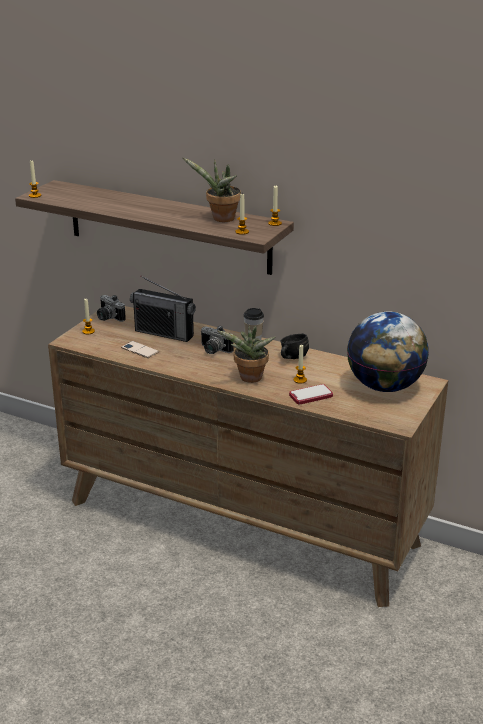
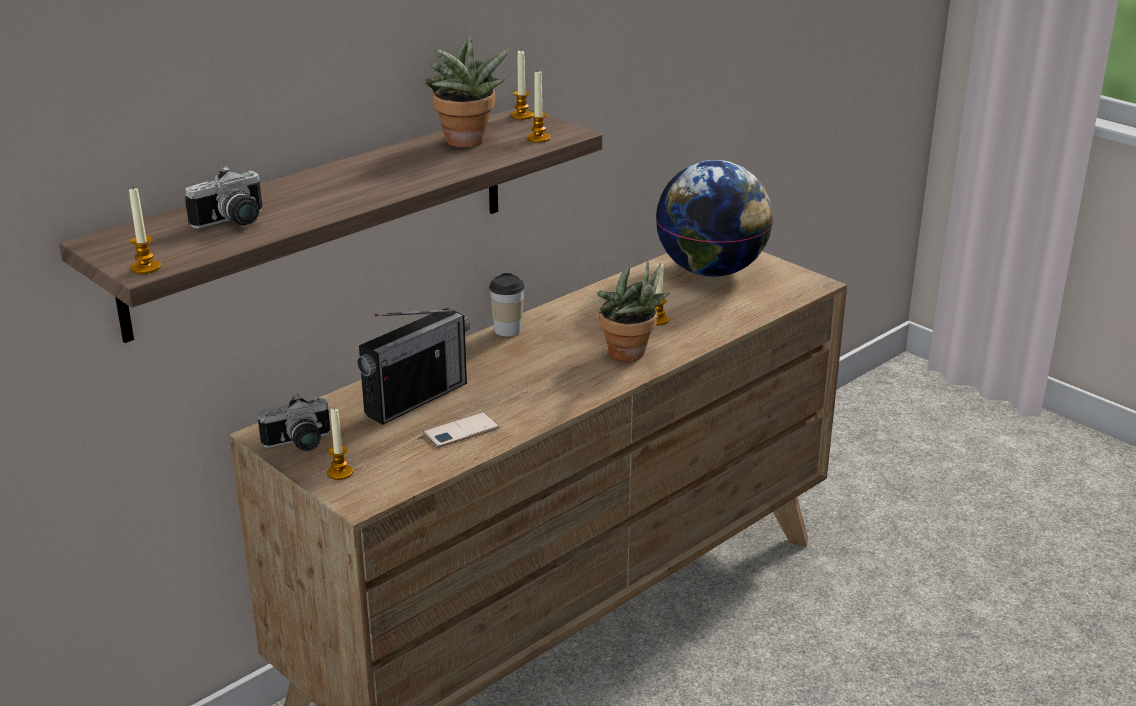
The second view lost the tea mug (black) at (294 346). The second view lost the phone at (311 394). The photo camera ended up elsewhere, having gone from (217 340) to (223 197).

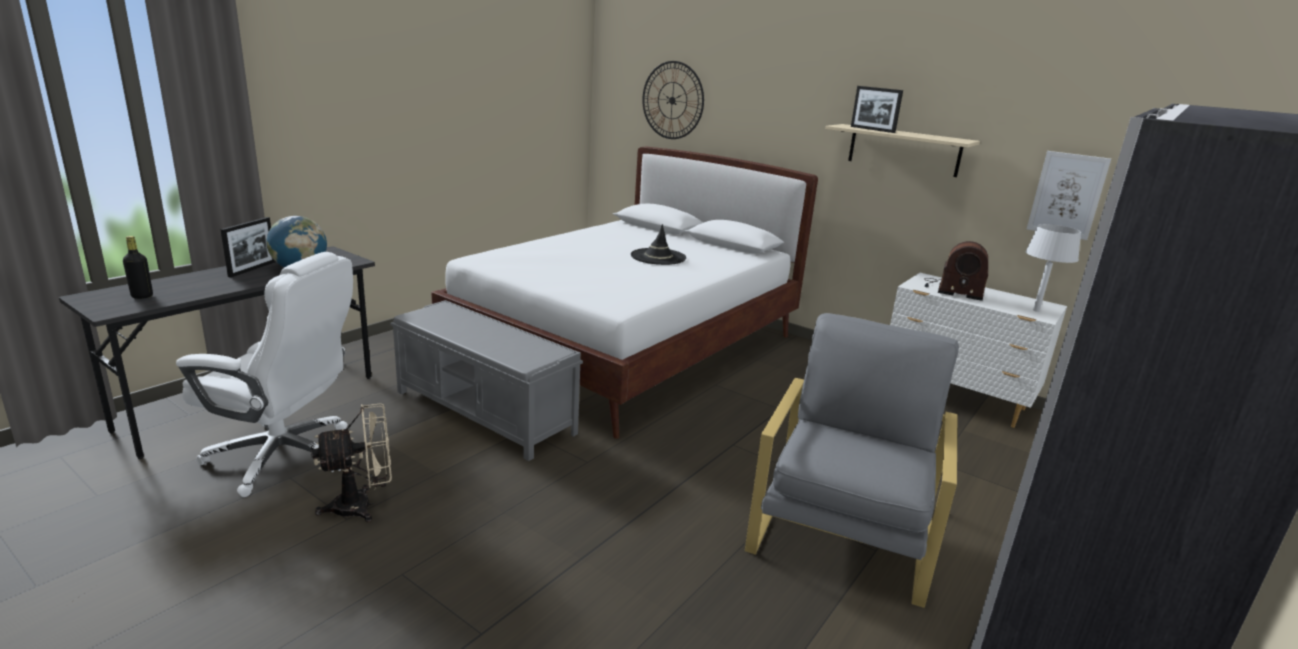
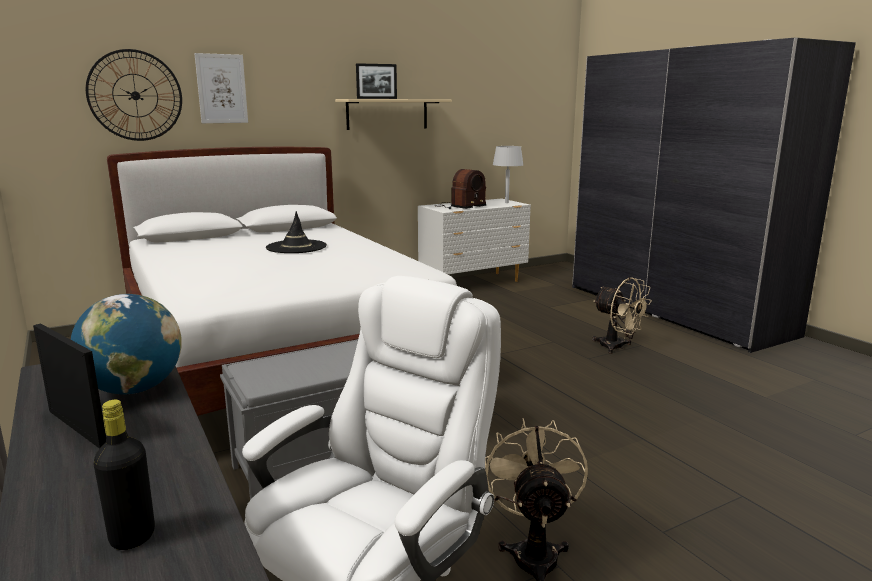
The wall picture ended up elsewhere, having gone from (1069 195) to (221 88). Where the lounge chair (greyish) stood at (852 460), the electric fan (beige-coloured) came to stand at (622 315).

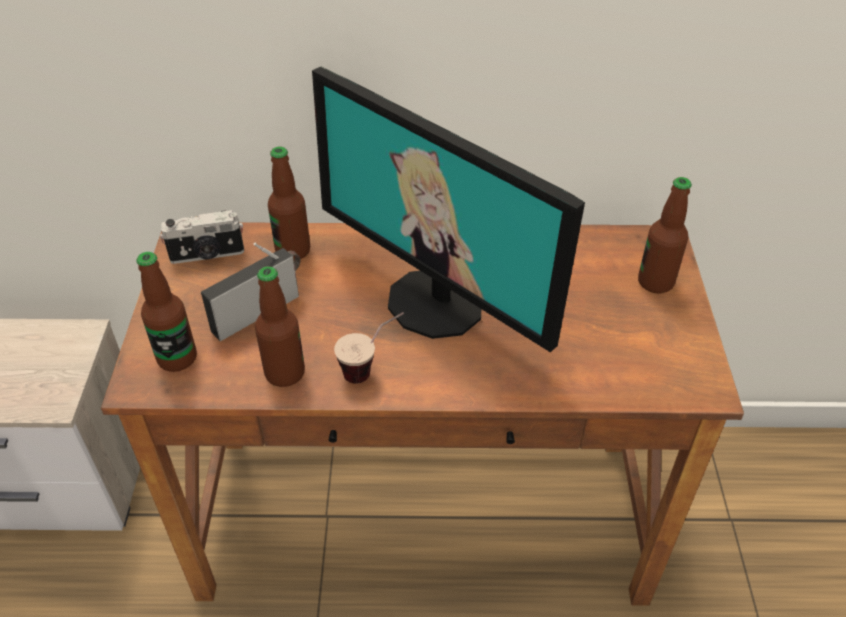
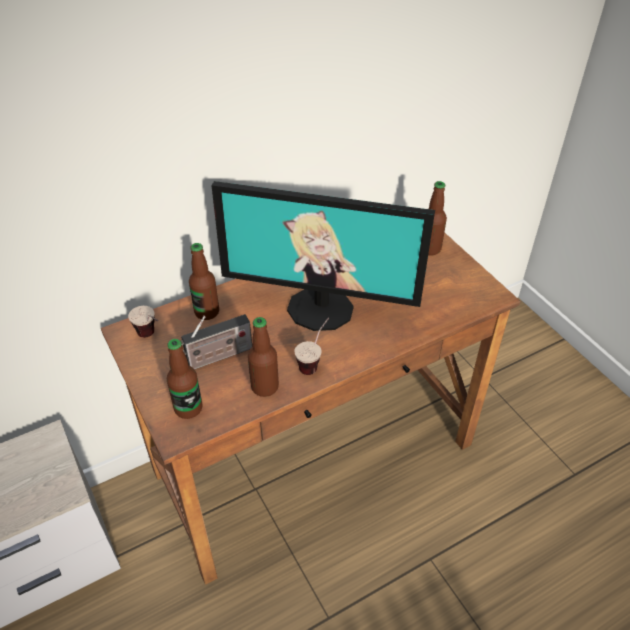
Where the photo camera stood at (202 237), the drinking cup came to stand at (143 322). The radio set at (250 292) ended up facing another way, 135 degrees counterclockwise from before.

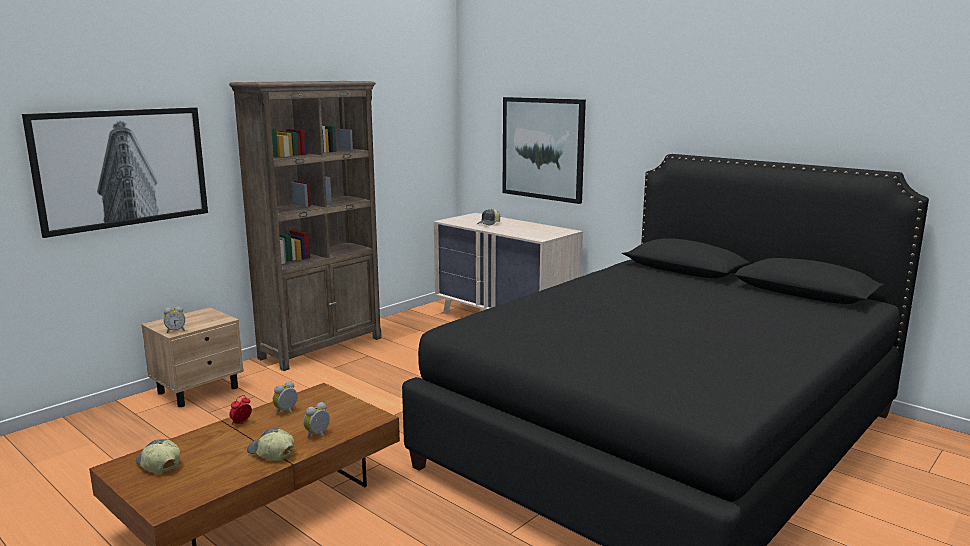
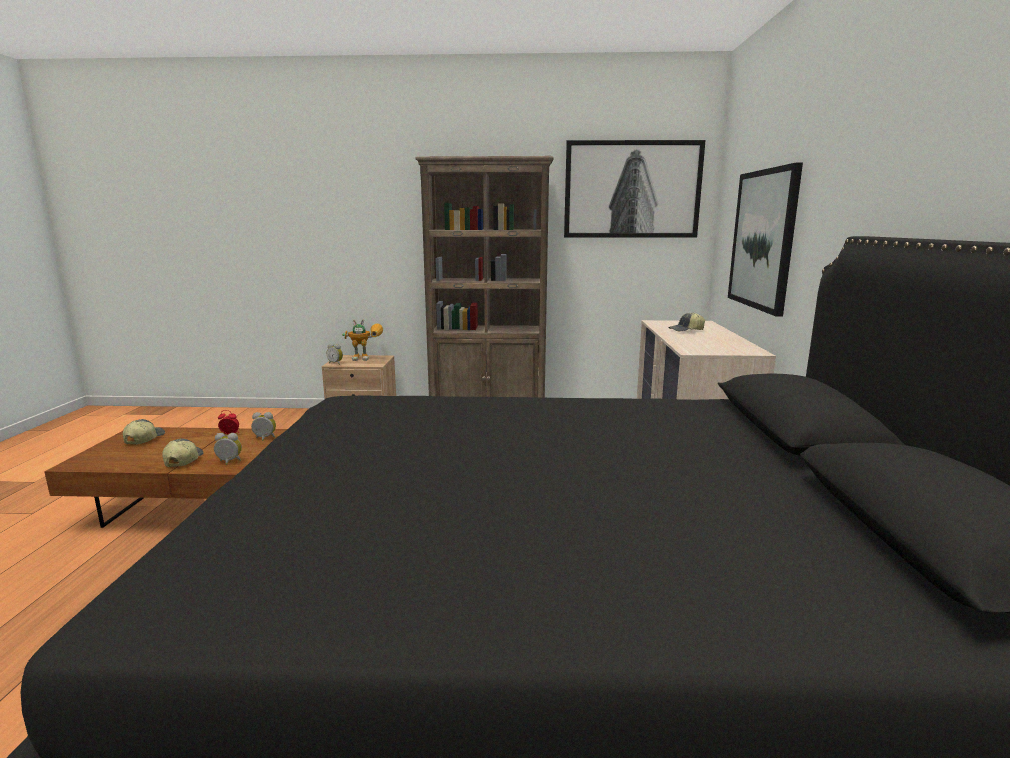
The second view gained the model robot at (362 340). The wall picture ended up elsewhere, having gone from (115 172) to (635 189).

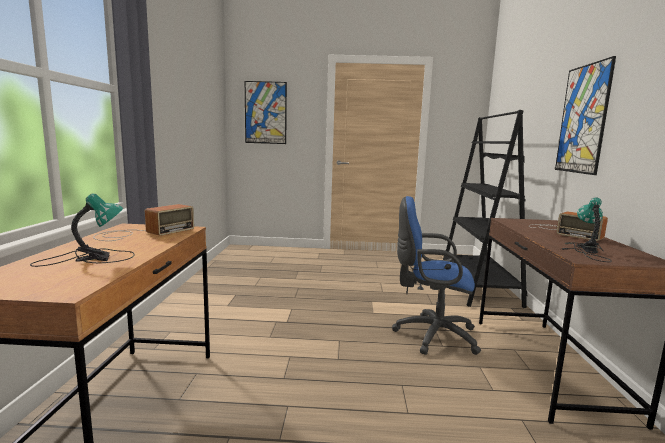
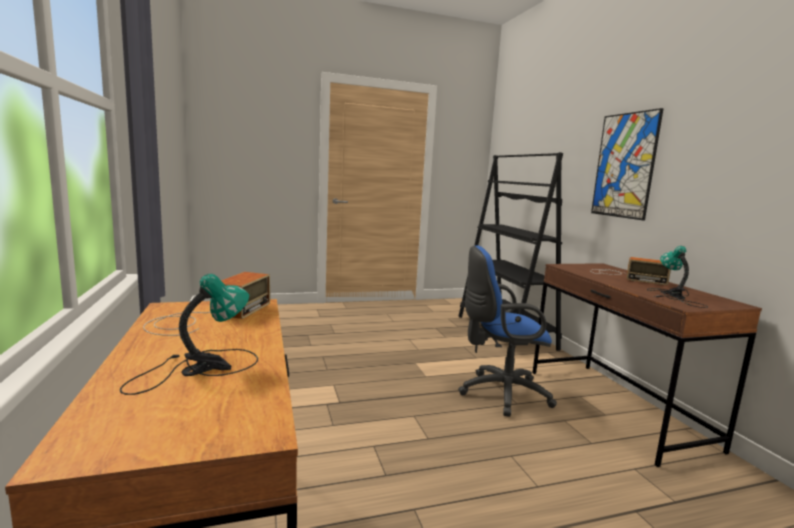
The second view lost the wall picture at (266 112).

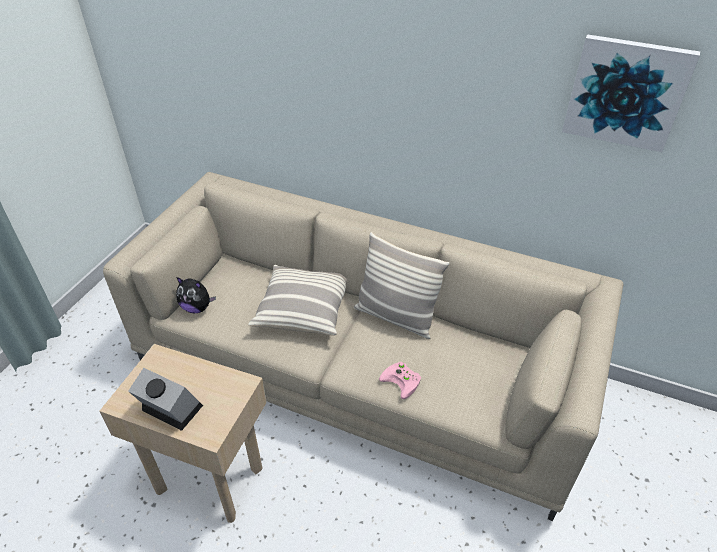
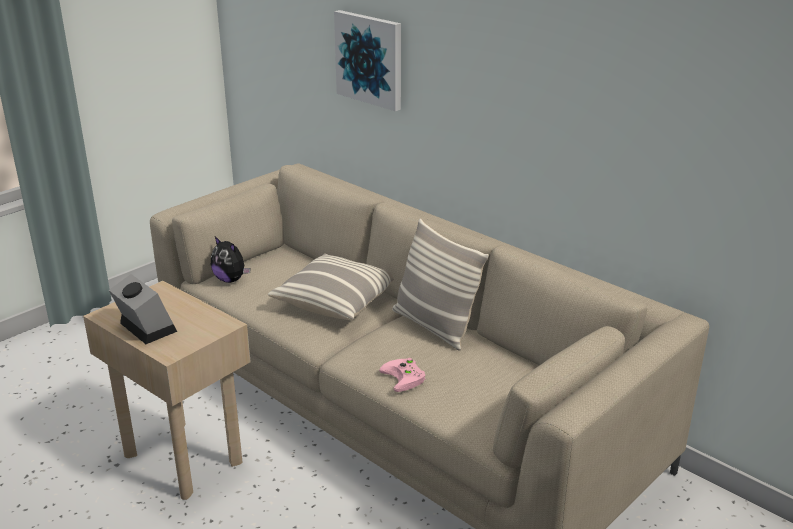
The wall picture ended up elsewhere, having gone from (631 93) to (367 60).

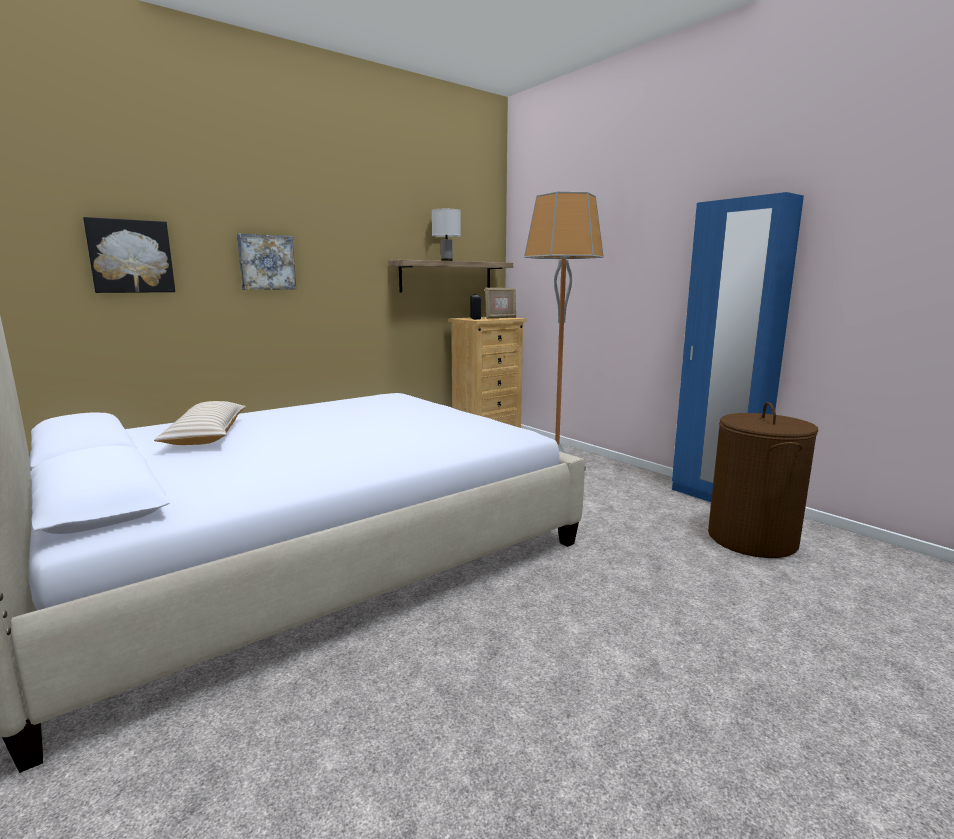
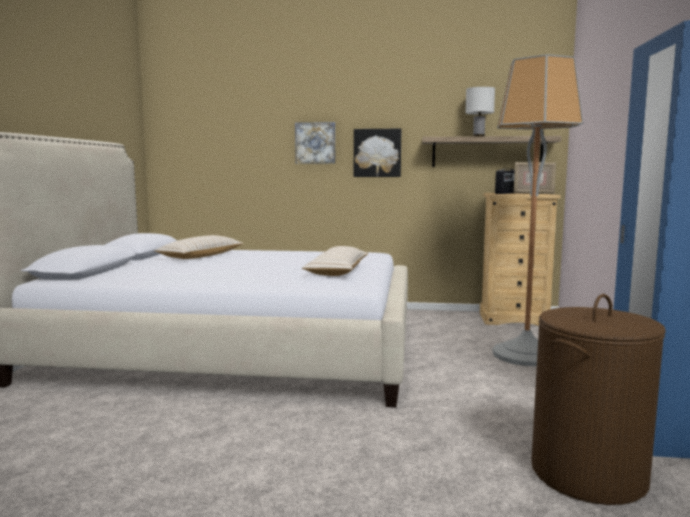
The second view gained the pillow (beige-coloured) at (335 261). The wall picture ended up elsewhere, having gone from (129 255) to (377 153).

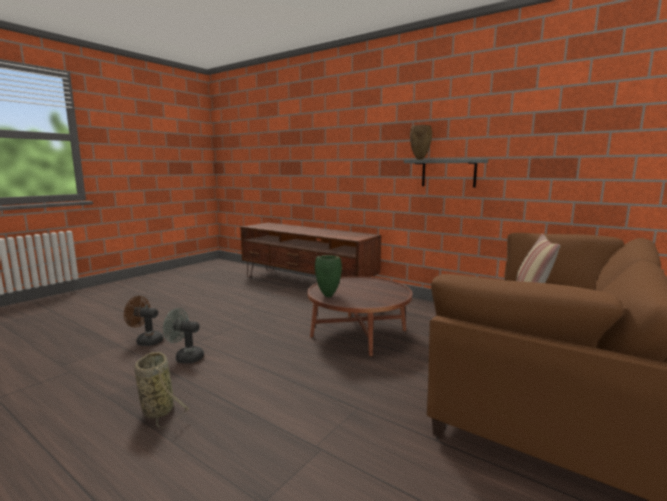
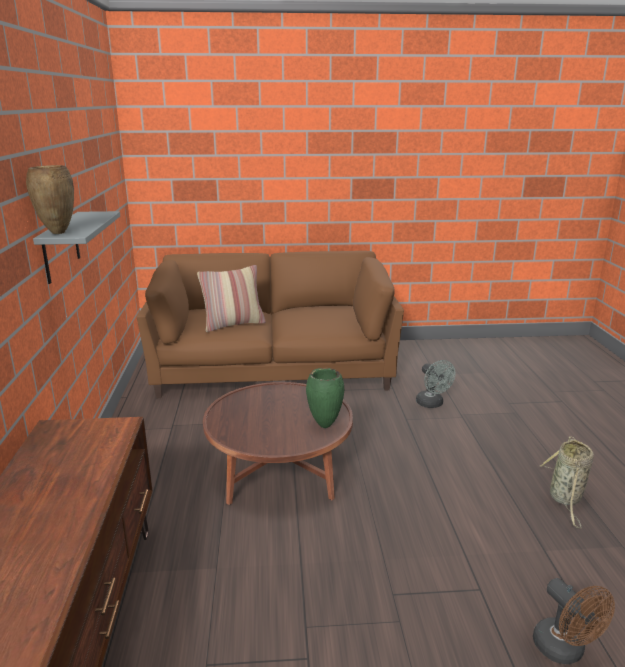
The electric fan (greyish) ended up elsewhere, having gone from (183 336) to (435 384).

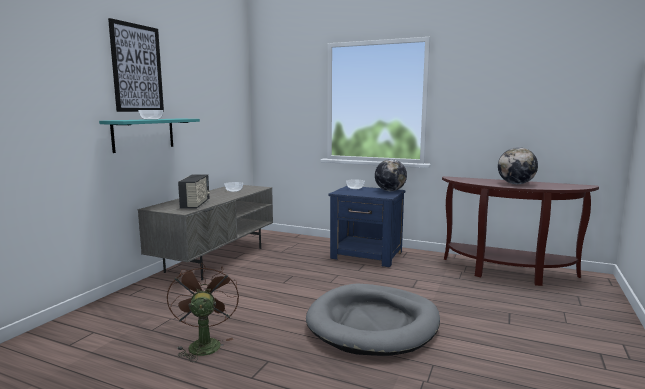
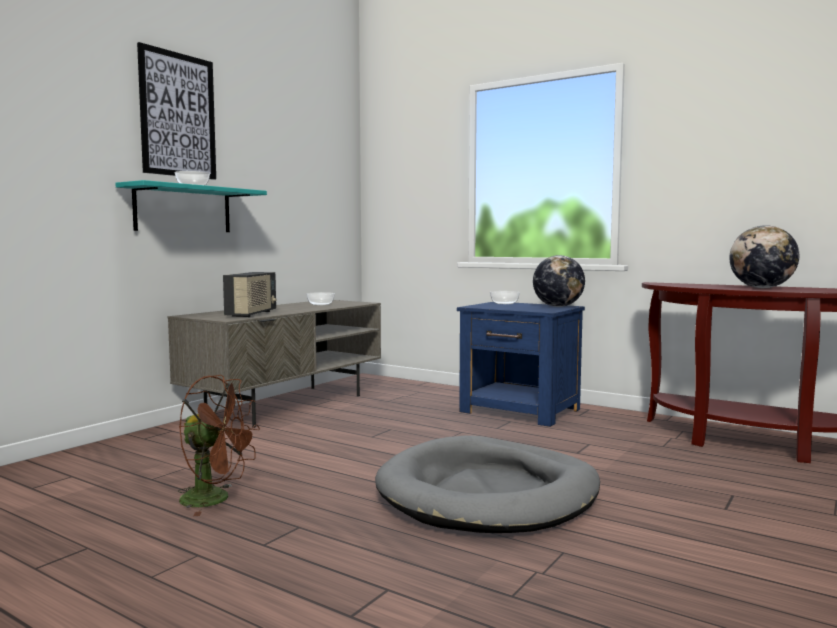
The electric fan (brown-coloured) at (203 312) ended up facing another way, 105 degrees clockwise from before.

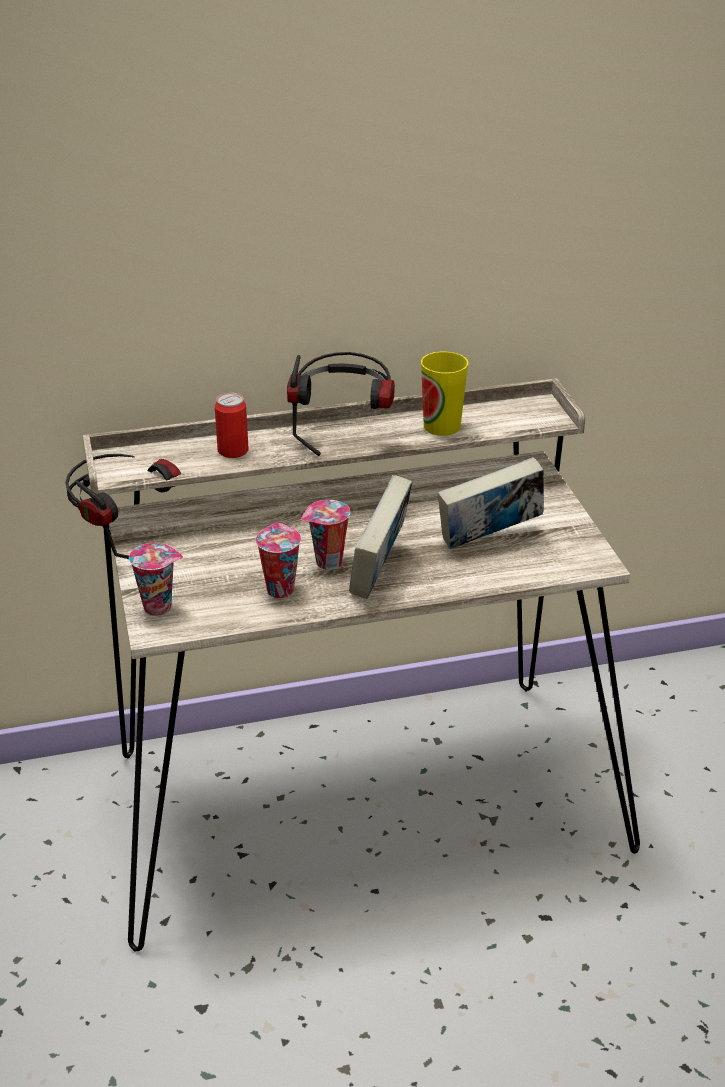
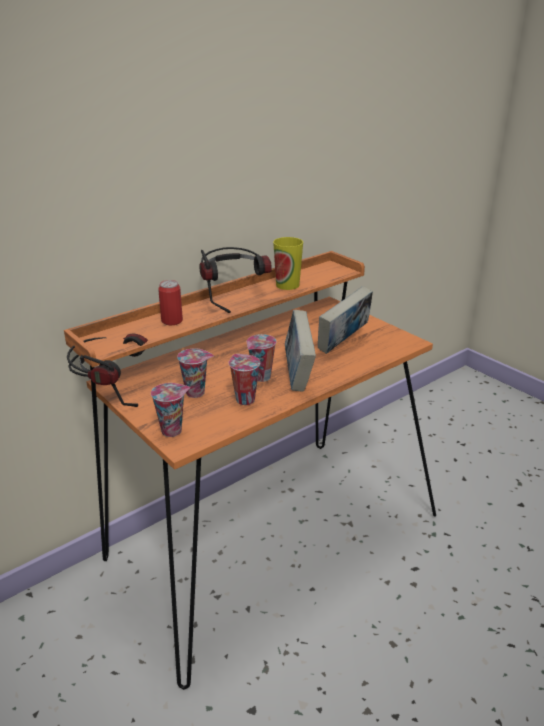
The second view gained the drinking cup at (195 373). What was the desk table (beige-coloured) at (361 665) turned into the desk table (orange) at (250 470).

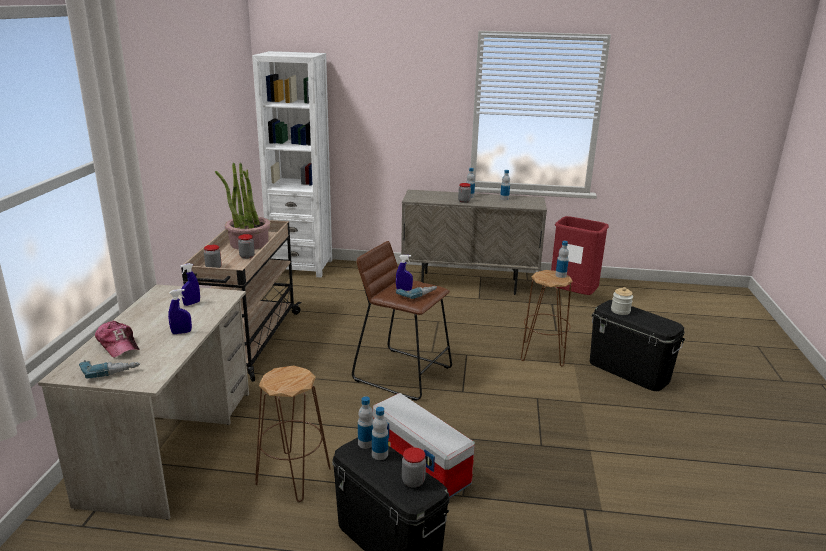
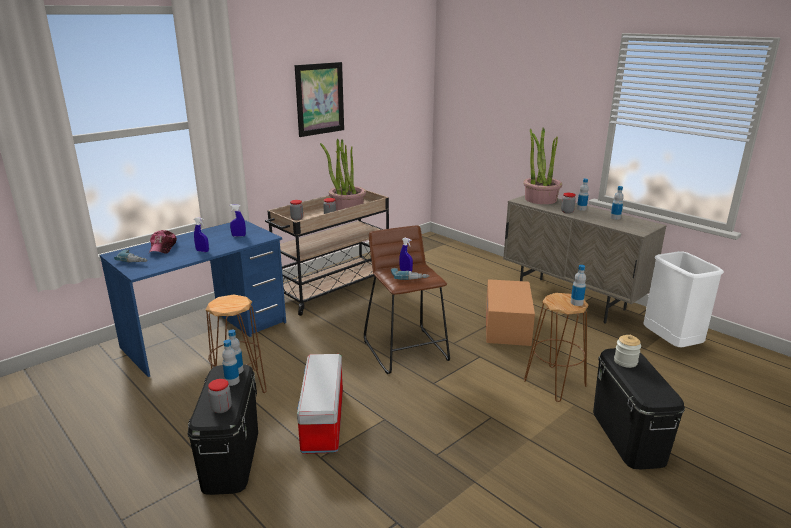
The second view lost the bookshelf (white-coloured) at (292 164). The second view gained the wall picture at (319 99). The second view gained the carton at (510 312). The second view gained the houseplant at (542 165). What was the desk table (beige-coloured) at (143 402) turned into the desk table (blue-coloured) at (193 298). What was the rubbish bin (red-coloured) at (580 255) turned into the rubbish bin (white-coloured) at (683 299).

